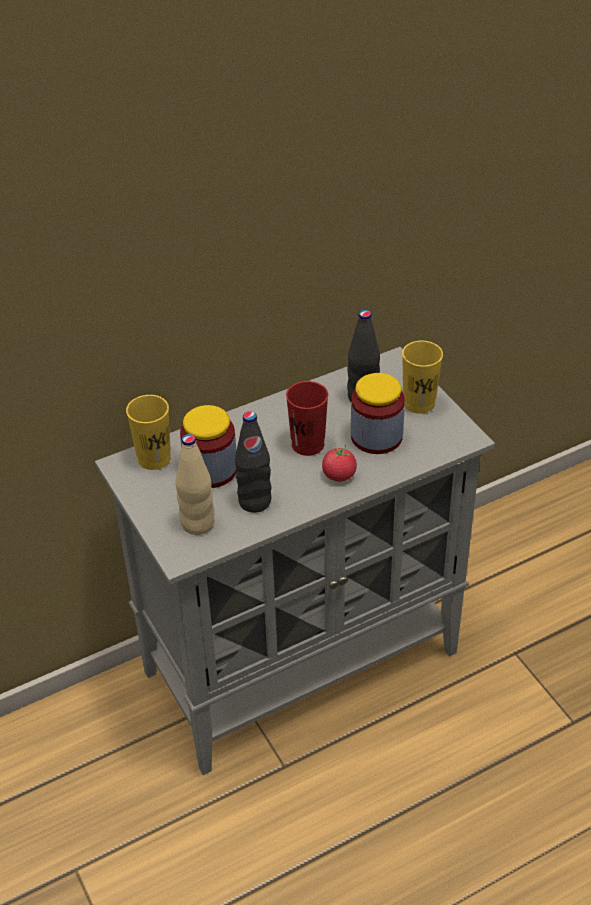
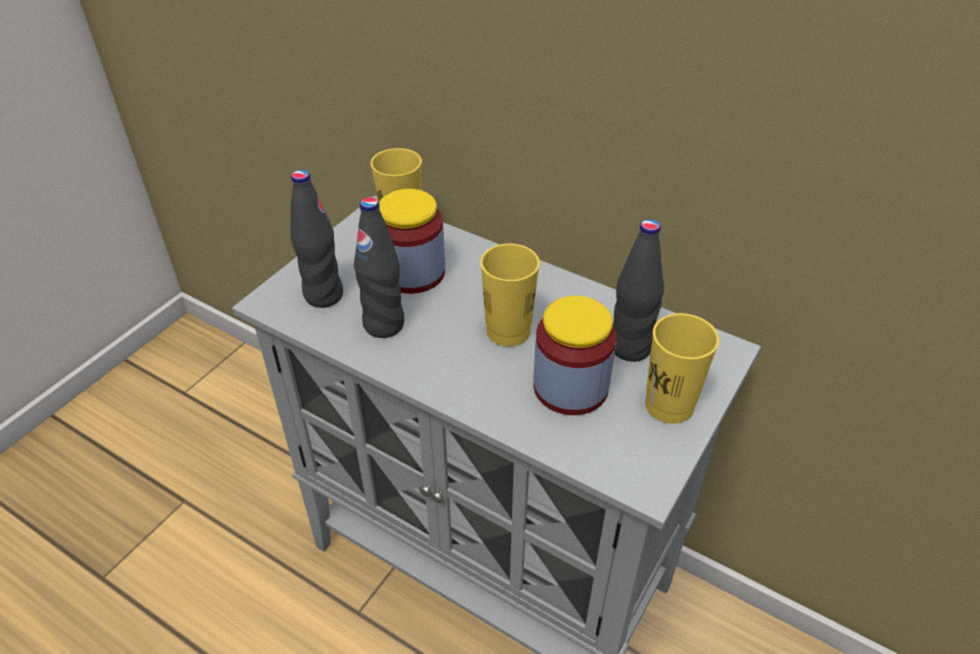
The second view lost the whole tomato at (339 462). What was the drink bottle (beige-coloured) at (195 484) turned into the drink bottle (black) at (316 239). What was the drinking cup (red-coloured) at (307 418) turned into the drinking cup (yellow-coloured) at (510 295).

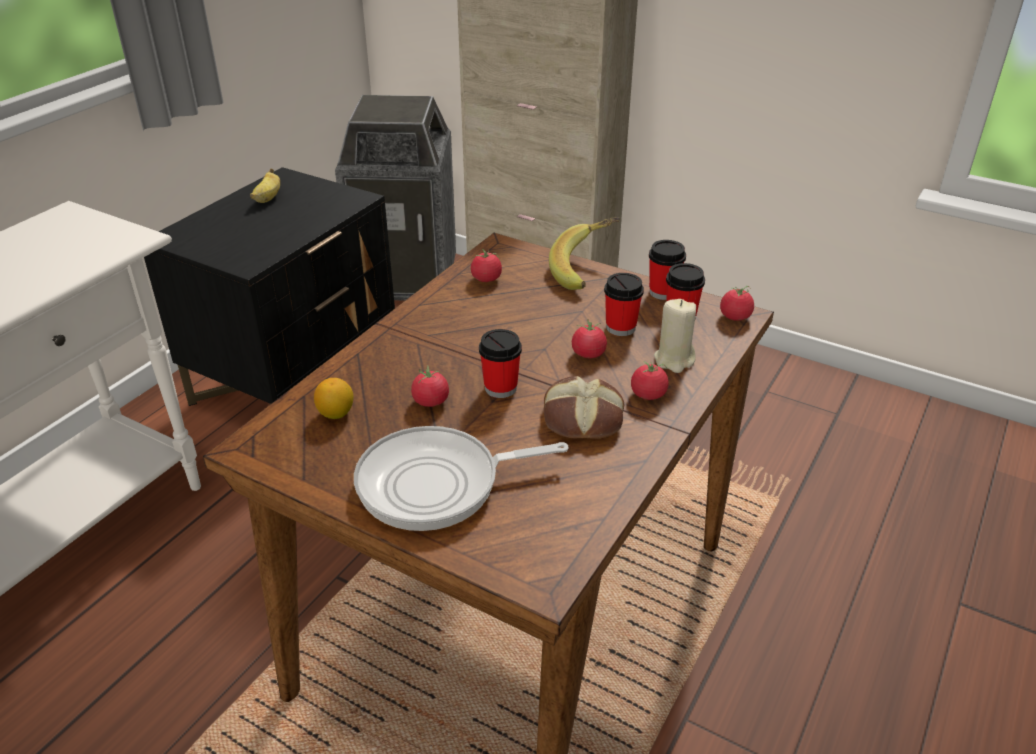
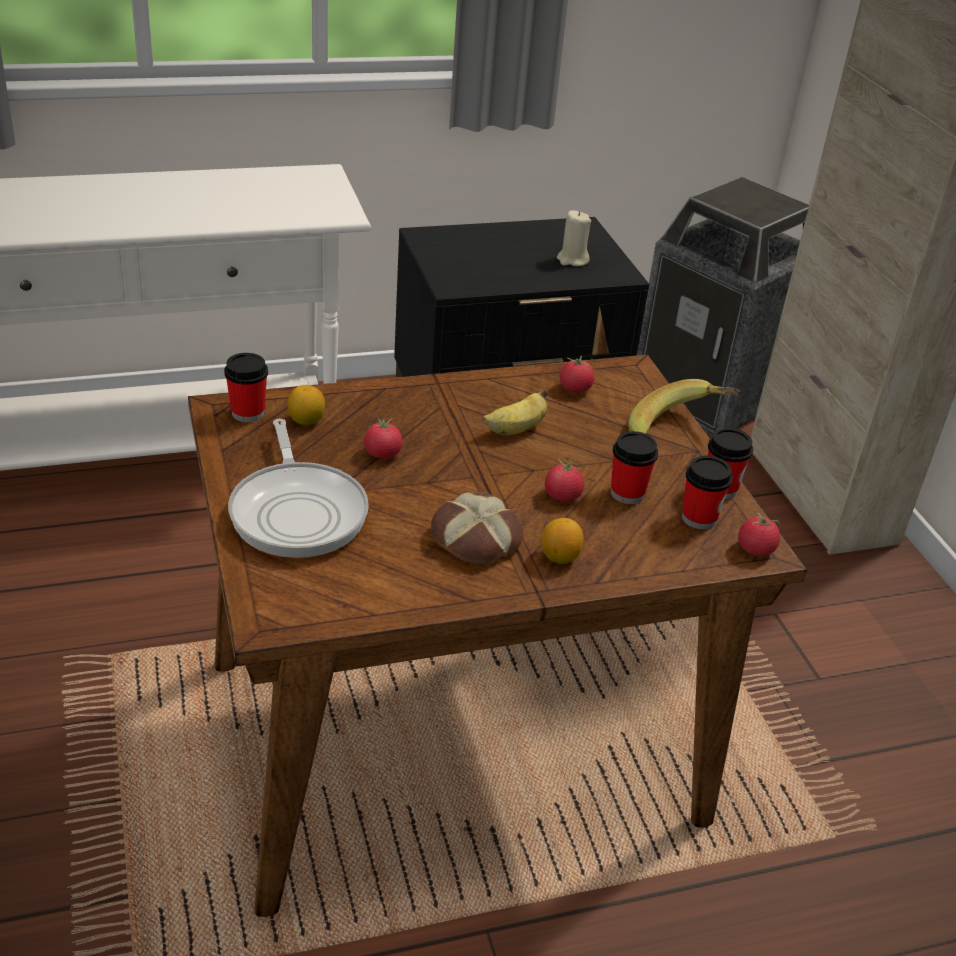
The whole banana ended up elsewhere, having gone from (265 186) to (515 412). The drinking cup ended up elsewhere, having gone from (500 363) to (246 387). The wax light (beige-coloured) ended up elsewhere, having gone from (675 336) to (574 238). Where the whole tomato stood at (650 380), the whole lemon came to stand at (562 541). The pan at (461 478) ended up facing another way, 135 degrees counterclockwise from before.

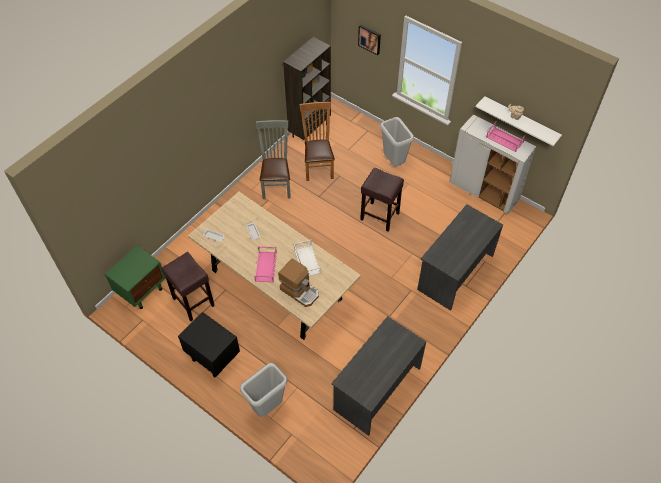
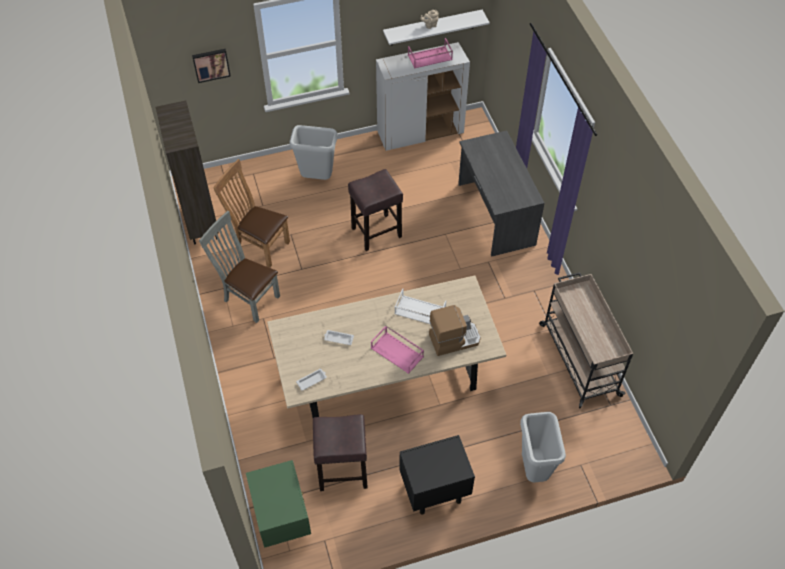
Where the desk table (greyish) stood at (378 376), the cart (beige-coloured) came to stand at (586 340).

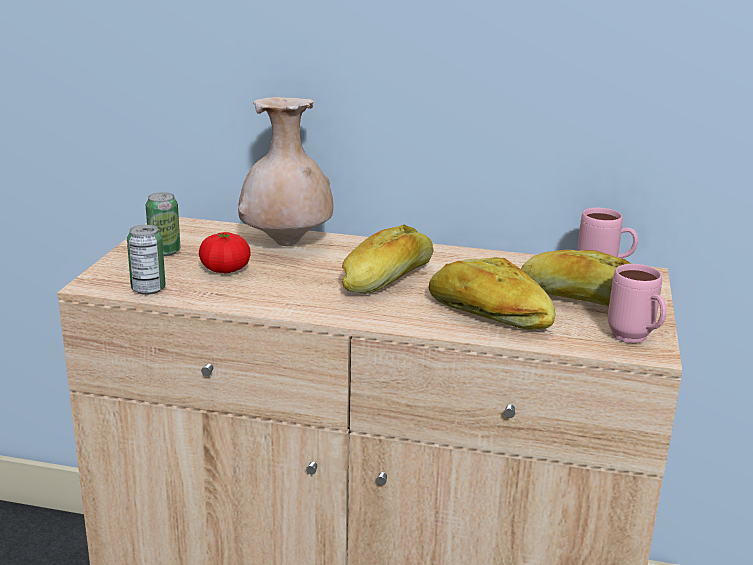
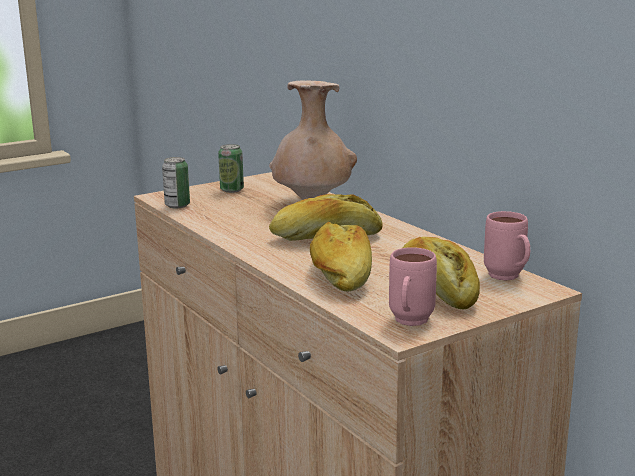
The second view lost the whole tomato at (225 252).

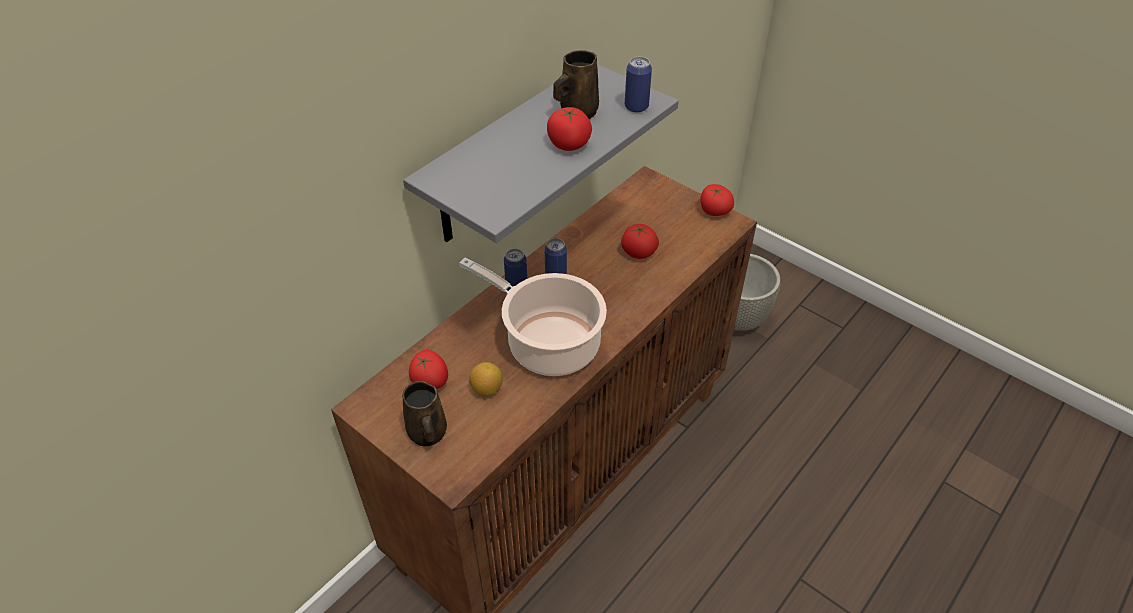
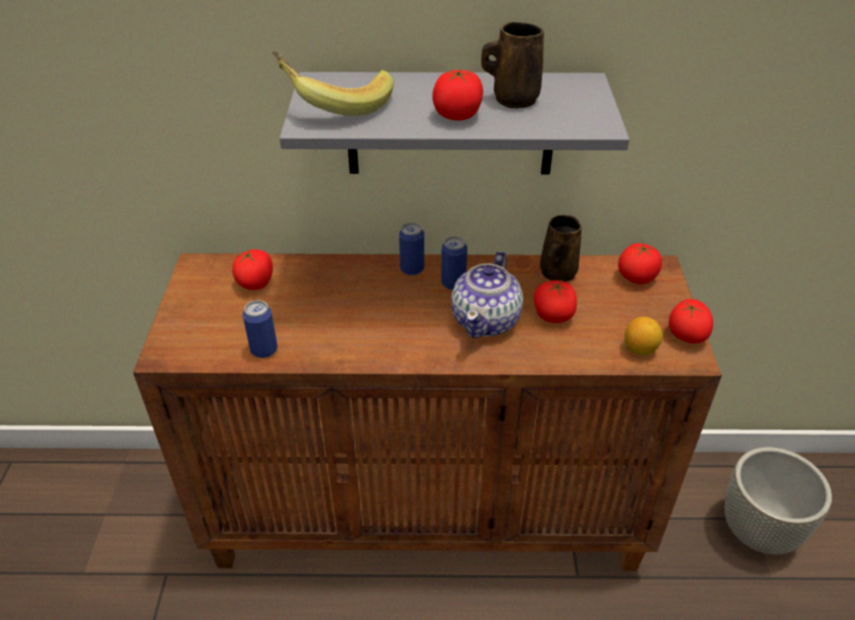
The second view lost the saucepot at (533 316). The second view gained the whole banana at (333 83). The second view gained the teapot at (487 294). The second view gained the whole tomato at (640 263). The tea mug (brown-coloured) ended up elsewhere, having gone from (424 413) to (561 248). The whole lemon ended up elsewhere, having gone from (486 379) to (643 336). The metal can ended up elsewhere, having gone from (638 84) to (260 329).

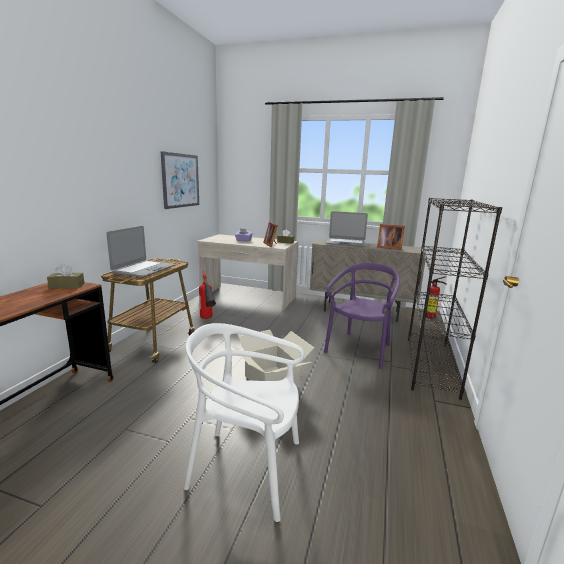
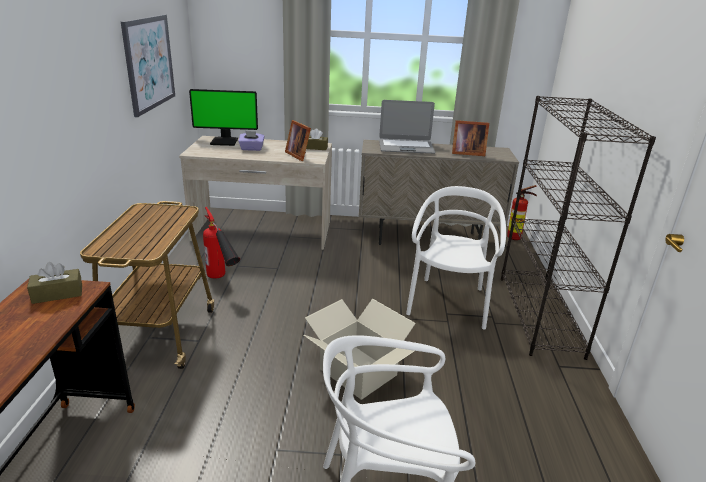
The second view lost the portable computer at (140 251). The second view gained the monitor at (223 117). What was the chair (purplish) at (362 316) turned into the chair (white-coloured) at (456 258).

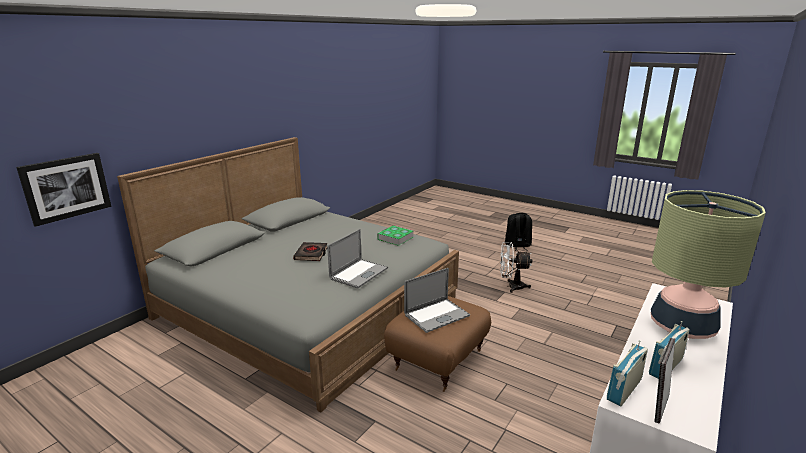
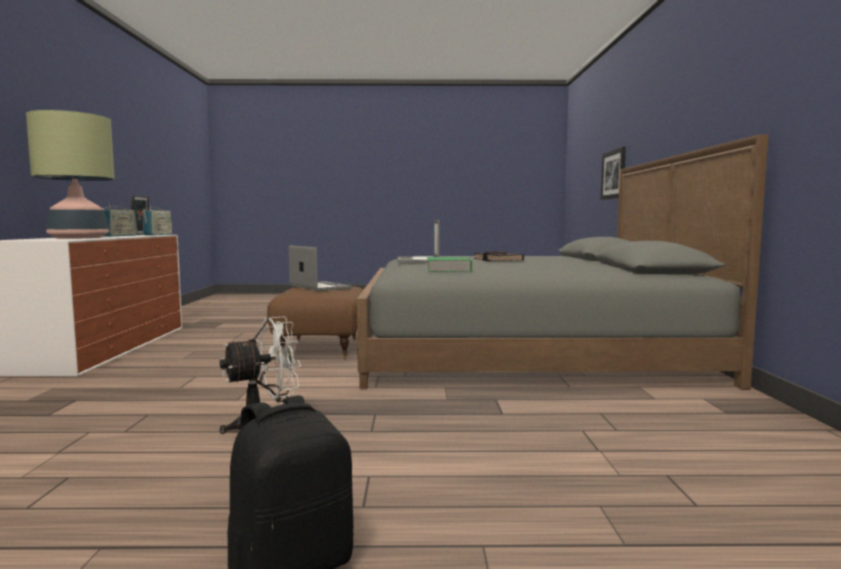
The portable computer at (437 300) ended up facing another way, 120 degrees clockwise from before.

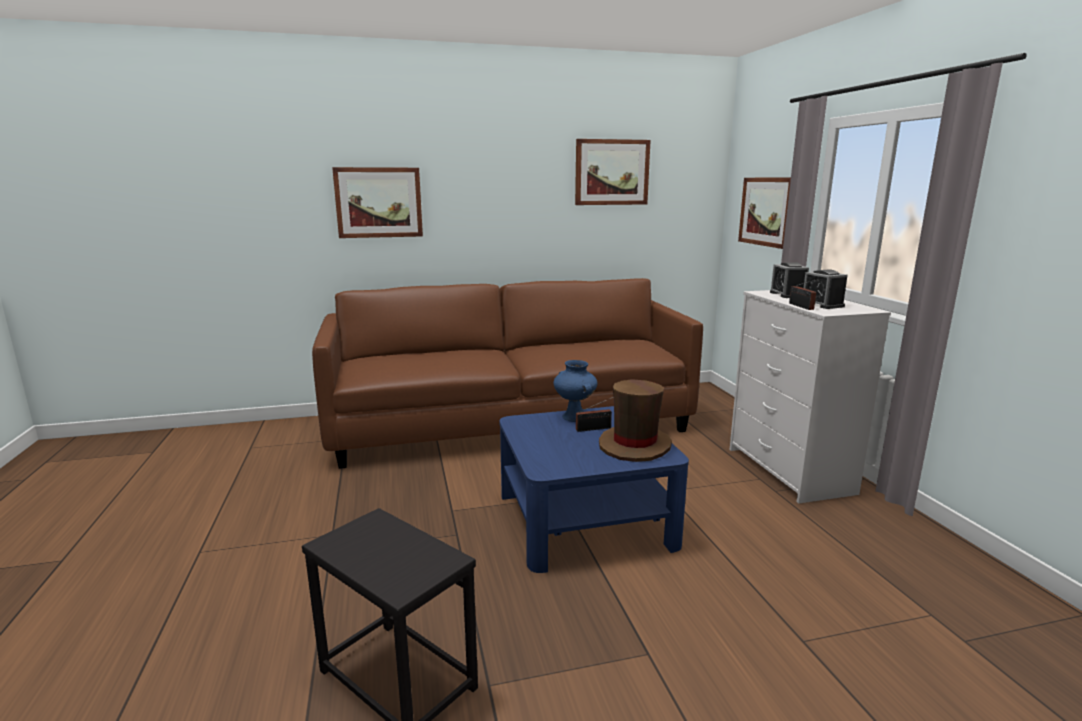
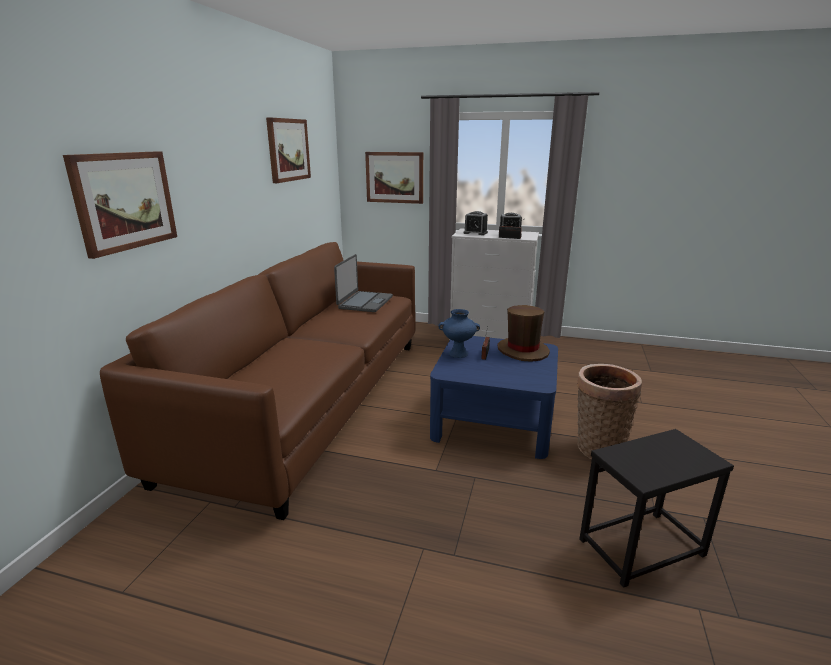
The second view gained the portable computer at (363 283). The second view gained the basket at (609 411).

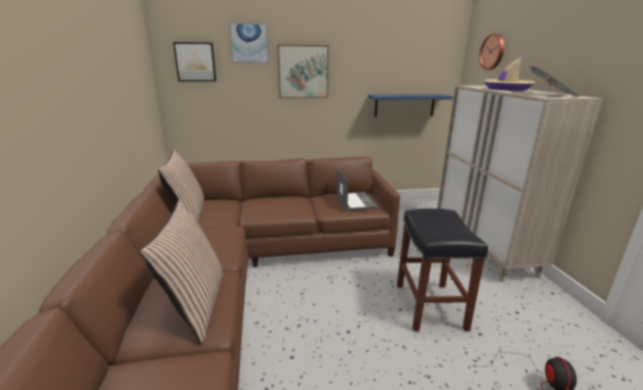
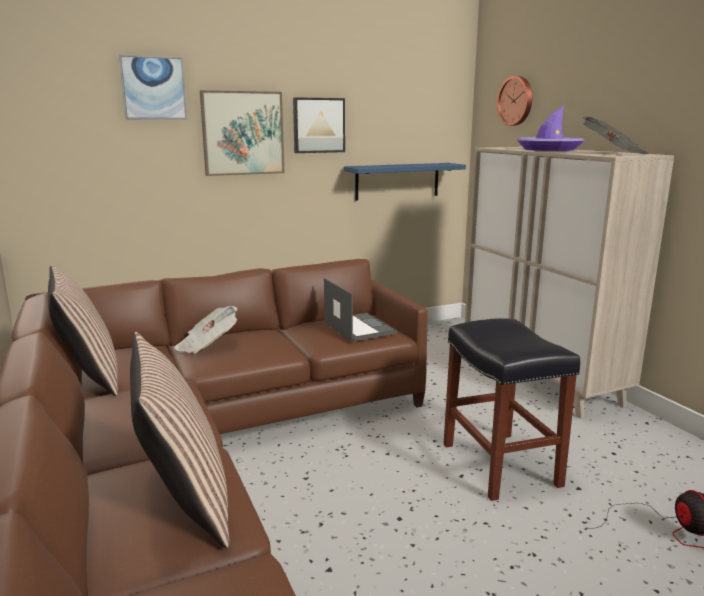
The second view gained the printed paper at (206 330). The wall picture ended up elsewhere, having gone from (194 62) to (319 125). What was the clothing hat (beige-coloured) at (509 73) turned into the clothing hat (purplish) at (551 128).

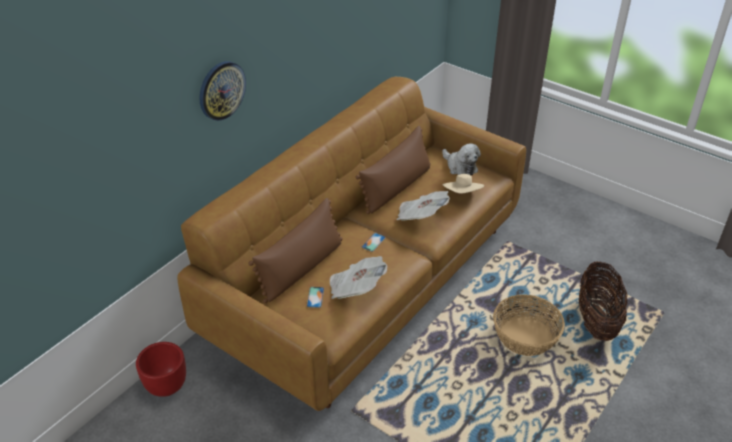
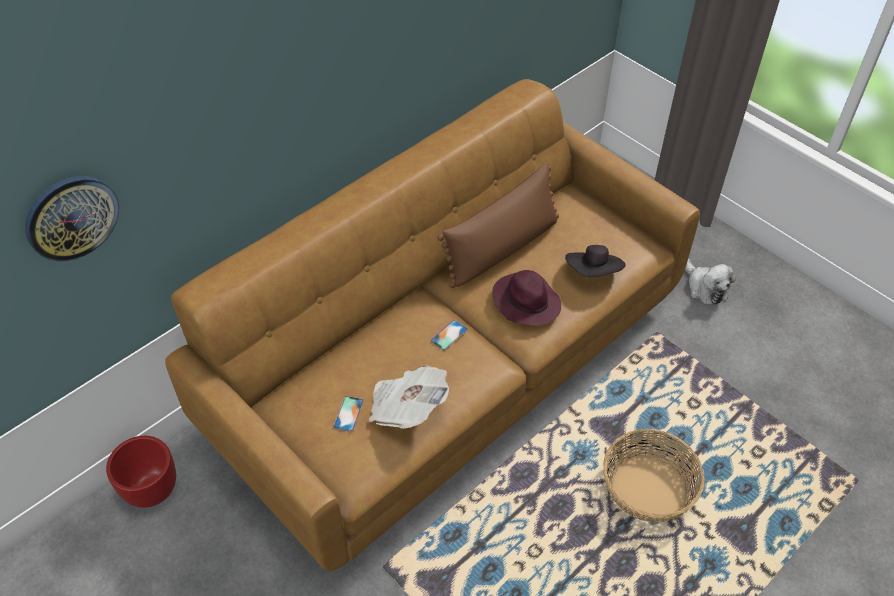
The second view lost the pillow (brown-coloured) at (295 250). The second view lost the basket at (603 301). The hanging clock ended up elsewhere, having gone from (222 91) to (72 218). The soft toy ended up elsewhere, having gone from (461 159) to (710 282). Where the printed paper stood at (423 206), the clothing hat (purplish) came to stand at (526 298). What was the clothing hat (beige-coloured) at (463 184) turned into the clothing hat (black) at (595 261).

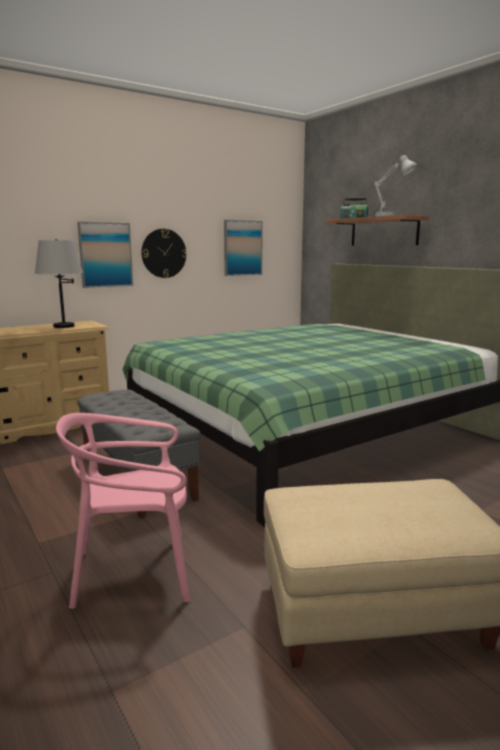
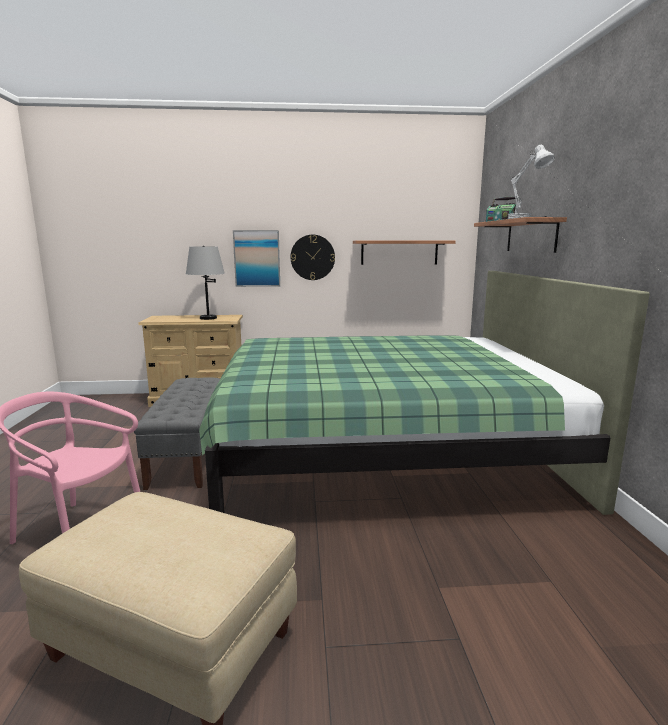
Where the wall picture hung at (243 248), the wall shelf came to hang at (404 253).

